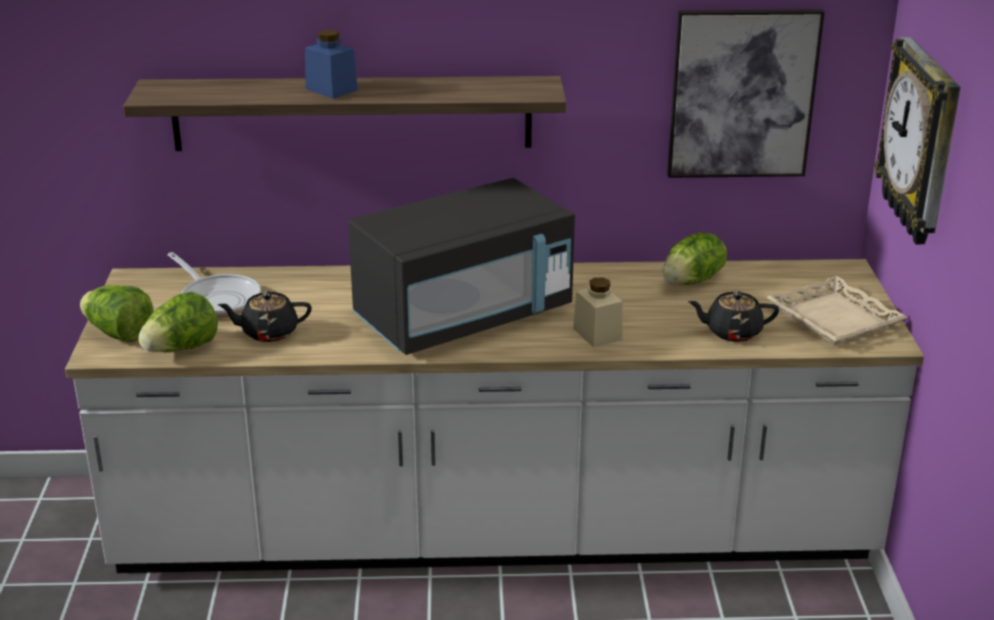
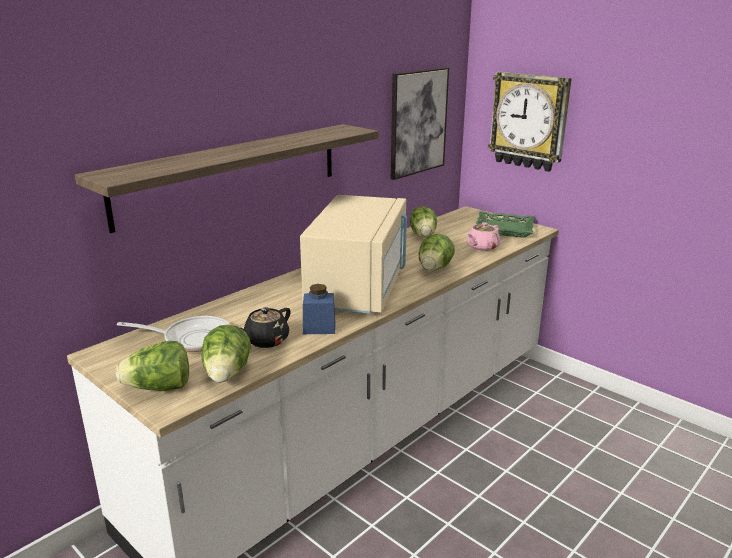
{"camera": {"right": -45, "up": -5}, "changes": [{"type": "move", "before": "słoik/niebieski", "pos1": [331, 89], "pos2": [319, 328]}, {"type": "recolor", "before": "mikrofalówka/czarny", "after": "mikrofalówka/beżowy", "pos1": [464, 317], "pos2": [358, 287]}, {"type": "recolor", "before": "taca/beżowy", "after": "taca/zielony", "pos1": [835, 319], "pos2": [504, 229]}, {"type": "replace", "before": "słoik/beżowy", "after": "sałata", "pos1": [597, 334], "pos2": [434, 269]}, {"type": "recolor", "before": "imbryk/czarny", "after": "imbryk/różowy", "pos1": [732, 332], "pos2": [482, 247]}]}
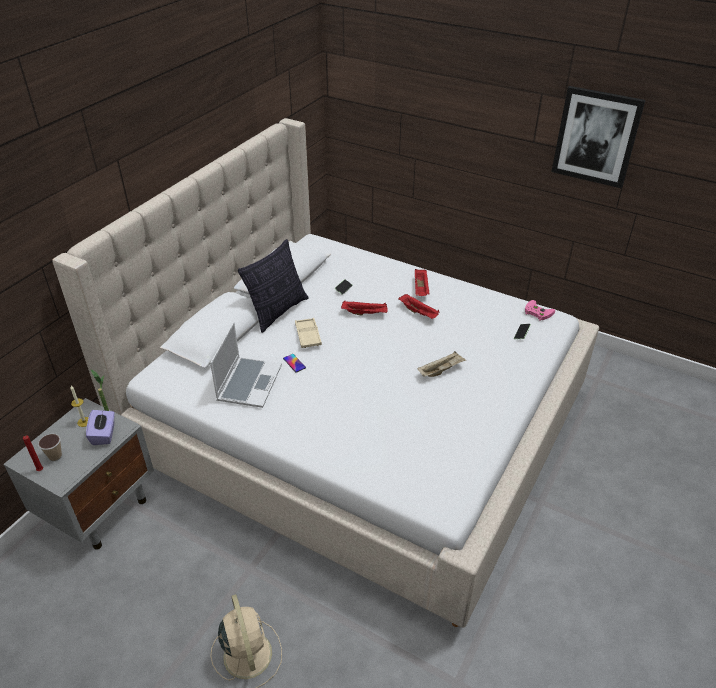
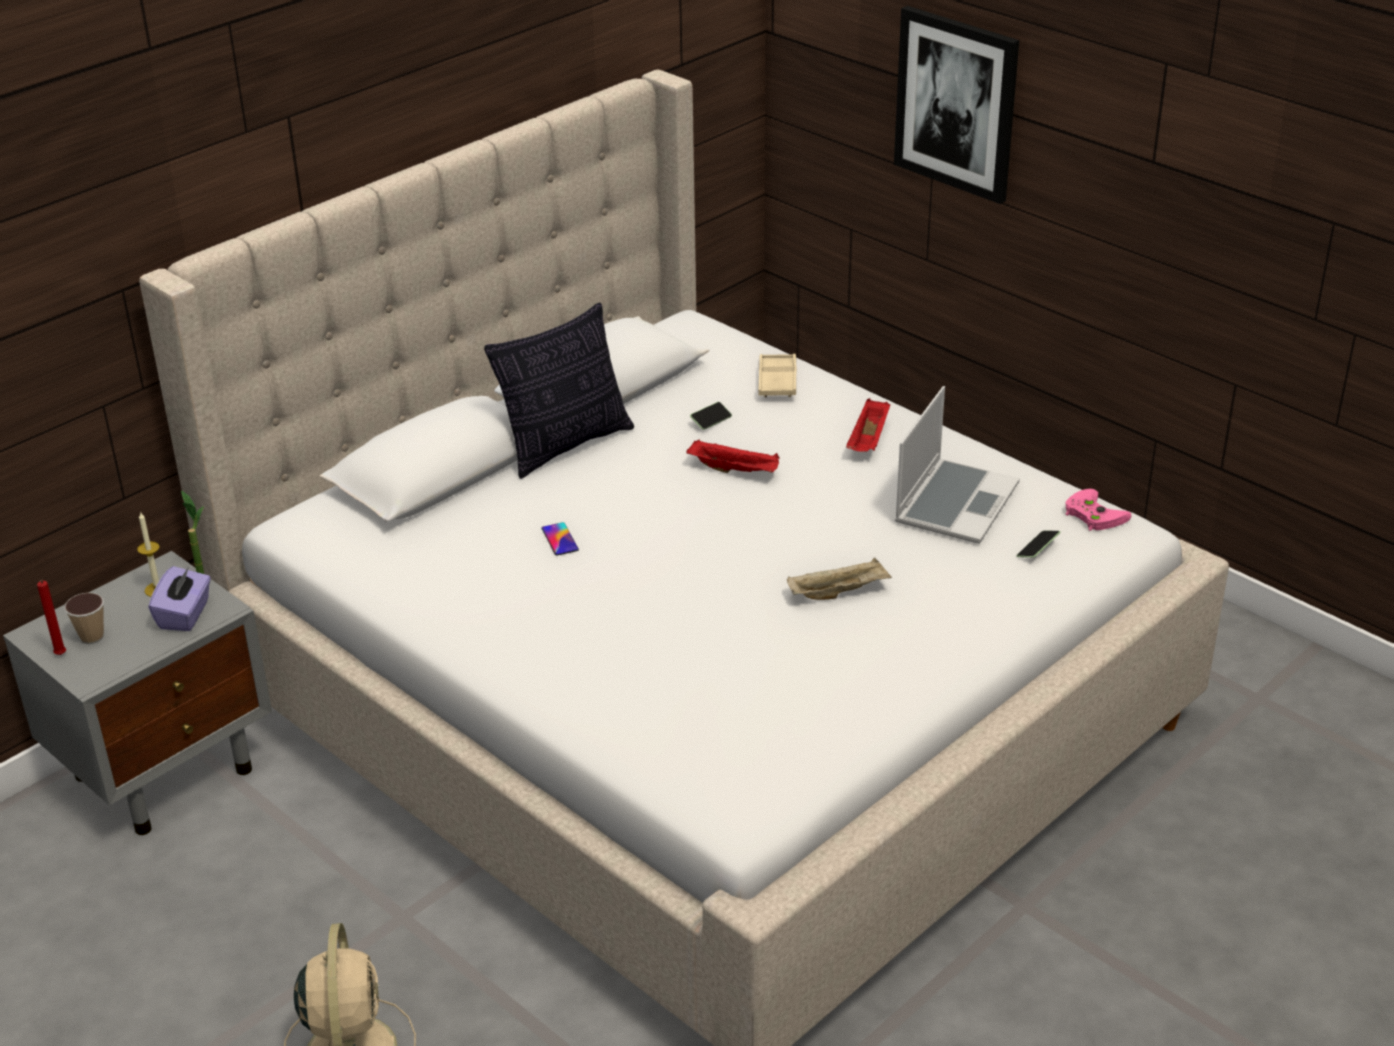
{"camera": {"right": 15, "up": -5}, "changes": [{"type": "move", "before": "obraz", "pos1": [596, 137], "pos2": [956, 103]}, {"type": "delete", "before": "taca/czerwony", "pos1": [419, 313]}, {"type": "move", "before": "taca/beżowy", "pos1": [308, 335], "pos2": [777, 381]}, {"type": "move", "before": "laptop", "pos1": [249, 382], "pos2": [955, 503]}]}
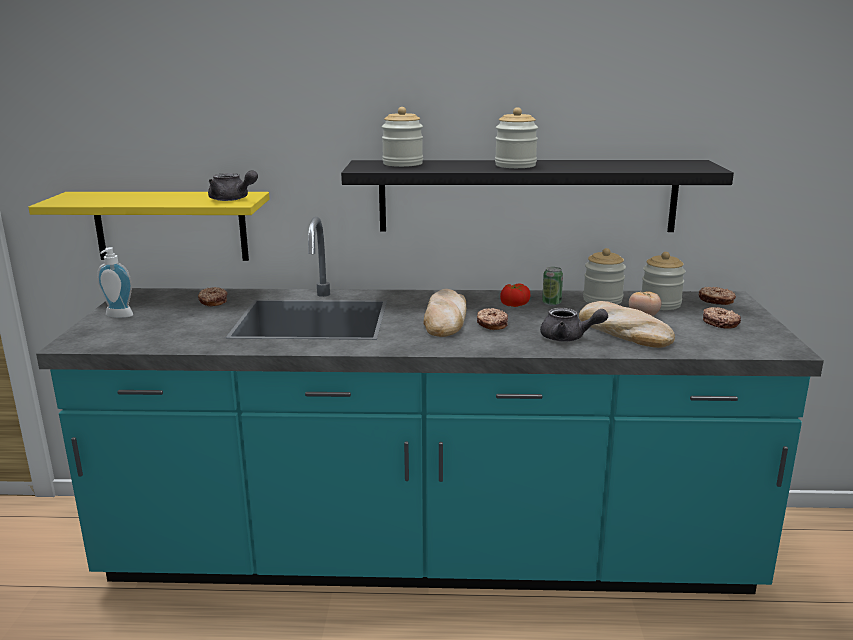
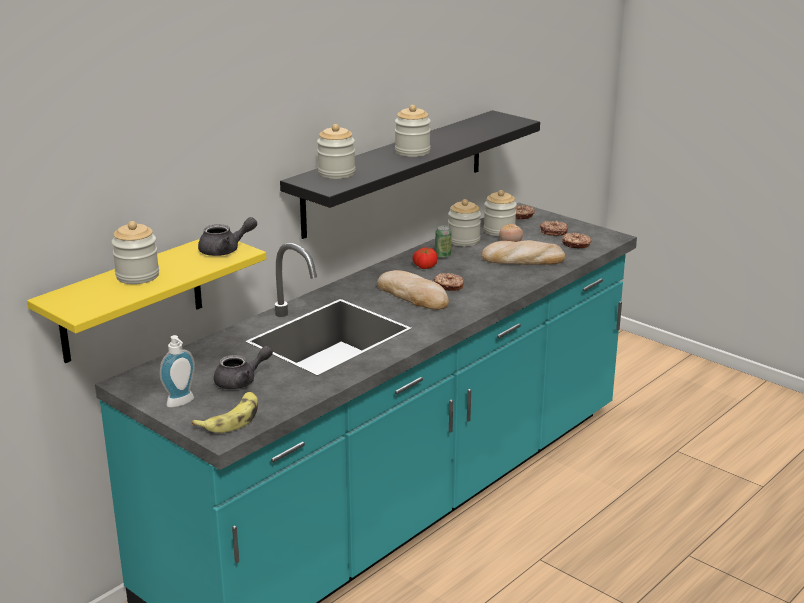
{"camera": {"right": -50, "up": 5}, "changes": [{"type": "move", "before": "donut", "pos1": [212, 302], "pos2": [576, 245]}, {"type": "move", "before": "imbryk/szary", "pos1": [568, 338], "pos2": [241, 381]}, {"type": "insert", "after": "słoik", "pos2": [137, 276]}, {"type": "insert", "after": "banan", "pos2": [231, 419]}]}
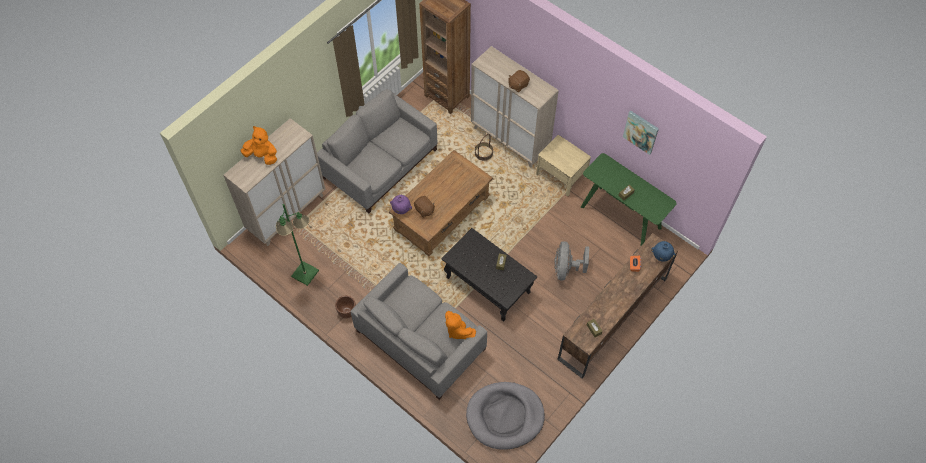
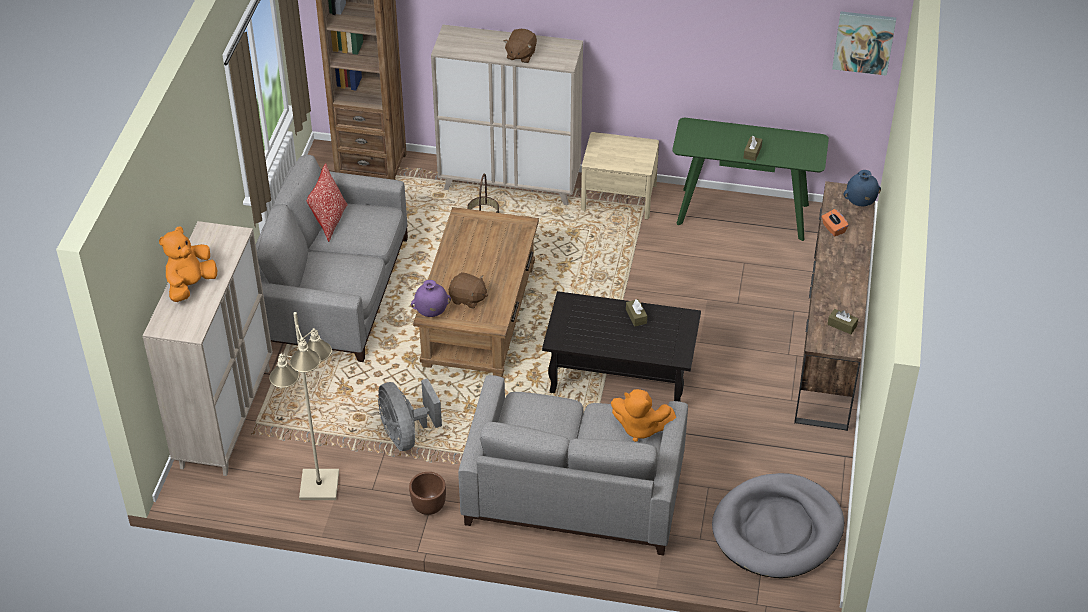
{"camera": {"right": -30, "up": -15}, "changes": [{"type": "move", "before": "obraz", "pos1": [641, 132], "pos2": [863, 42]}, {"type": "rotate", "before": "pluszak/pomarańczowy", "pos1": [262, 156], "pos2": [190, 285], "turn": -45}, {"type": "recolor", "before": "lampa stojąca/zielony", "after": "lampa stojąca/beżowy", "pos1": [304, 273], "pos2": [318, 486]}, {"type": "move", "before": "wentylator/szary", "pos1": [566, 269], "pos2": [406, 434]}, {"type": "insert", "after": "poduszka", "pos2": [330, 222]}]}
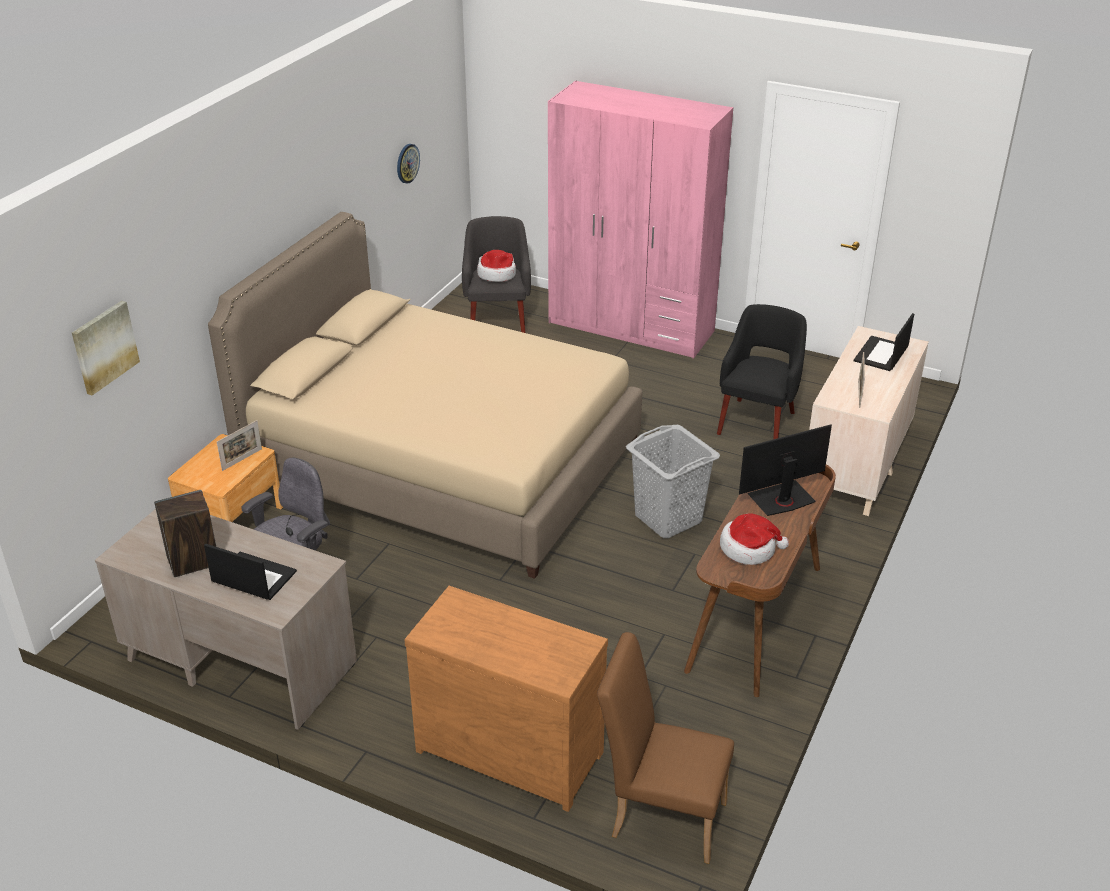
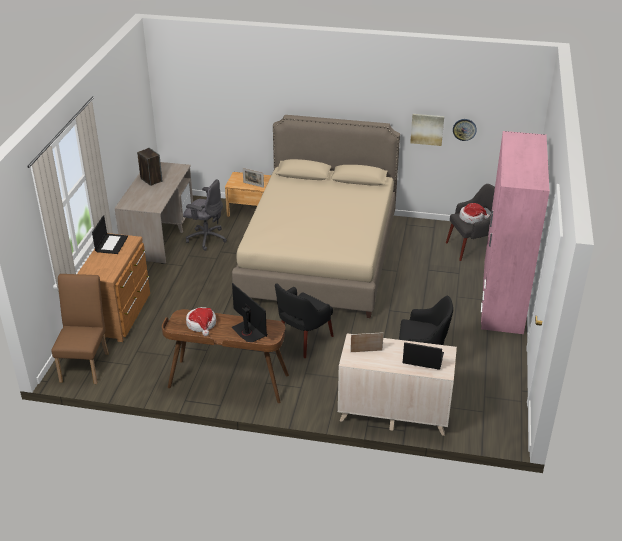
{"camera": {"right": 75, "up": 0}, "changes": [{"type": "move", "before": "obraz", "pos1": [104, 347], "pos2": [427, 129]}, {"type": "replace", "before": "kosz na pranie/szary", "after": "fotel/czarny", "pos1": [668, 519], "pos2": [303, 339]}, {"type": "move", "before": "laptop", "pos1": [252, 577], "pos2": [111, 244]}]}
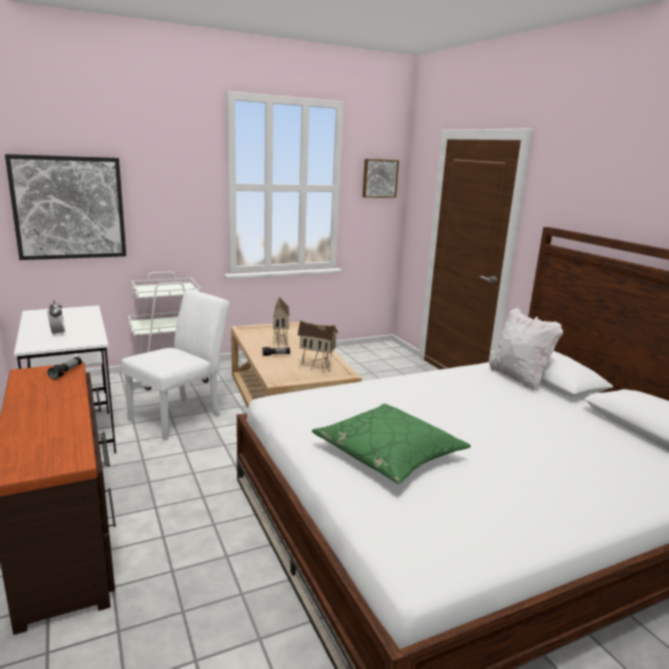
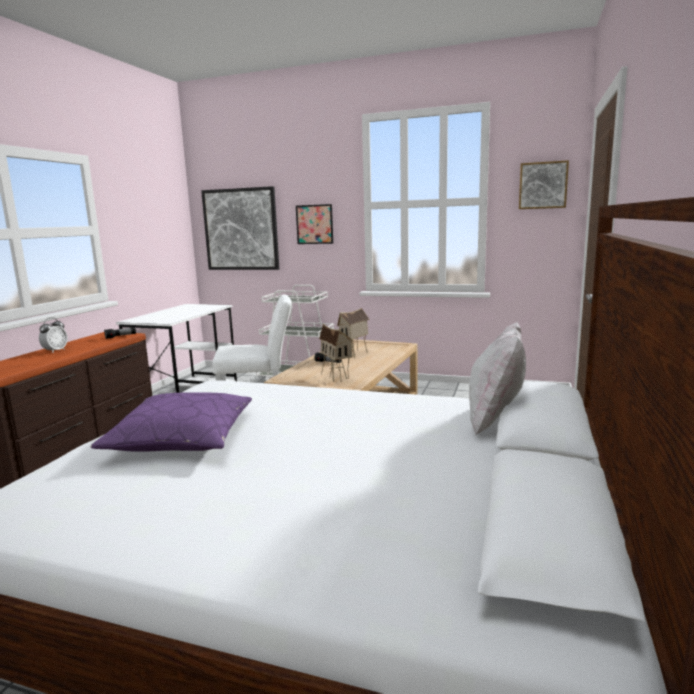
{"camera": {"right": 45, "up": -5}, "changes": [{"type": "move", "before": "budzik", "pos1": [58, 334], "pos2": [55, 351]}, {"type": "recolor", "before": "poduszka/zielony", "after": "poduszka/fioletowy", "pos1": [389, 453], "pos2": [182, 438]}, {"type": "insert", "after": "obraz", "pos2": [314, 224]}]}
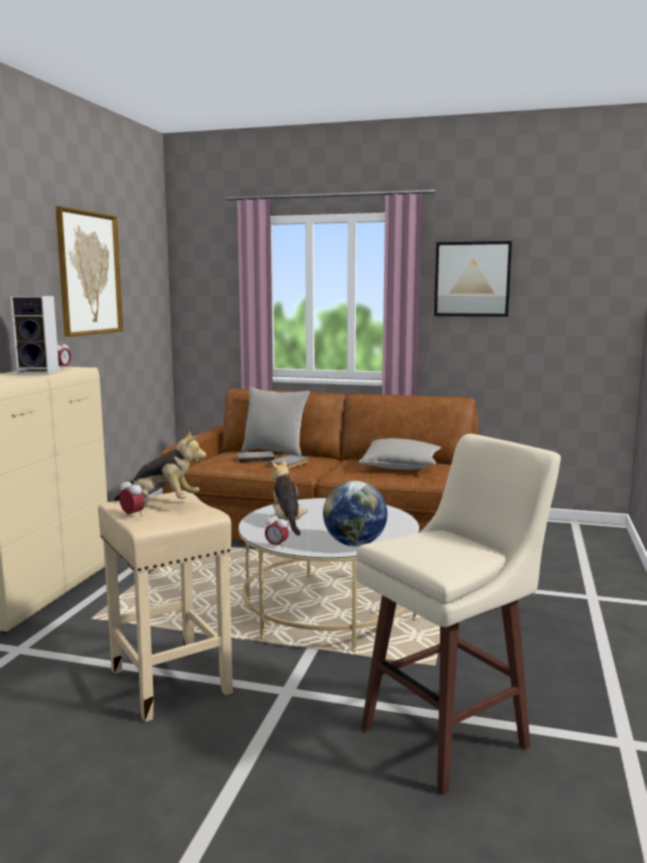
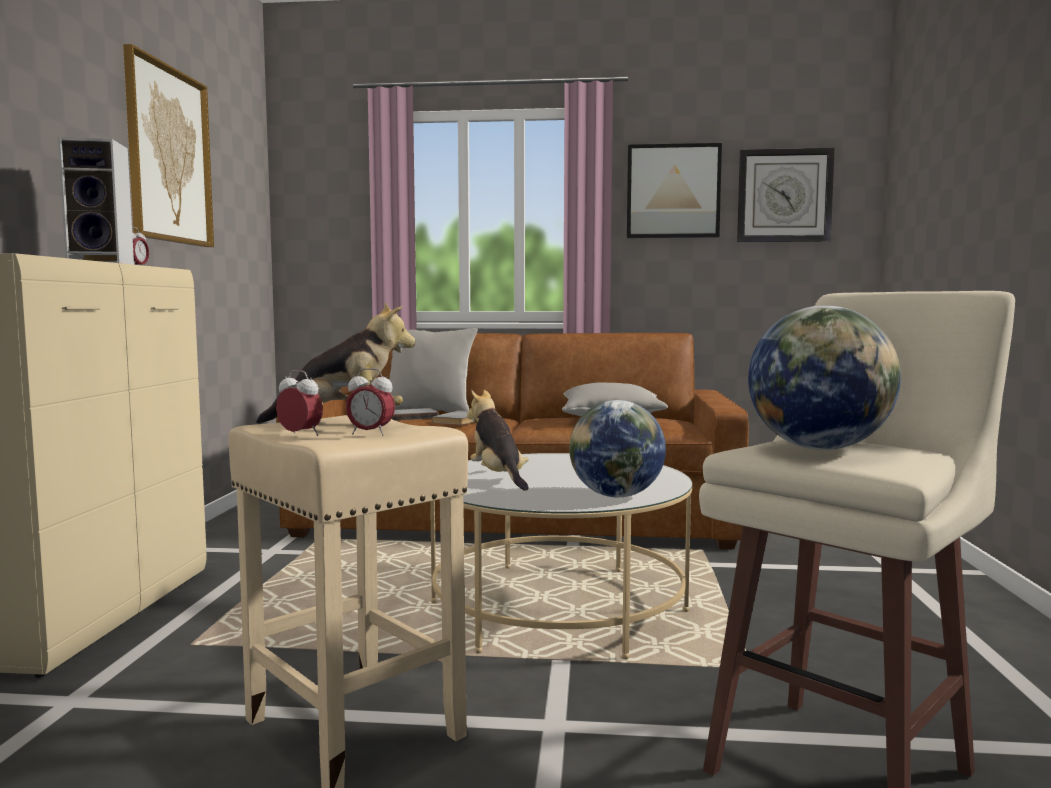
{"camera": {"right": -10, "up": -5}, "changes": [{"type": "move", "before": "budzik", "pos1": [276, 546], "pos2": [370, 434]}, {"type": "insert", "after": "zegar ścienny", "pos2": [784, 196]}, {"type": "insert", "after": "globus", "pos2": [819, 448]}]}
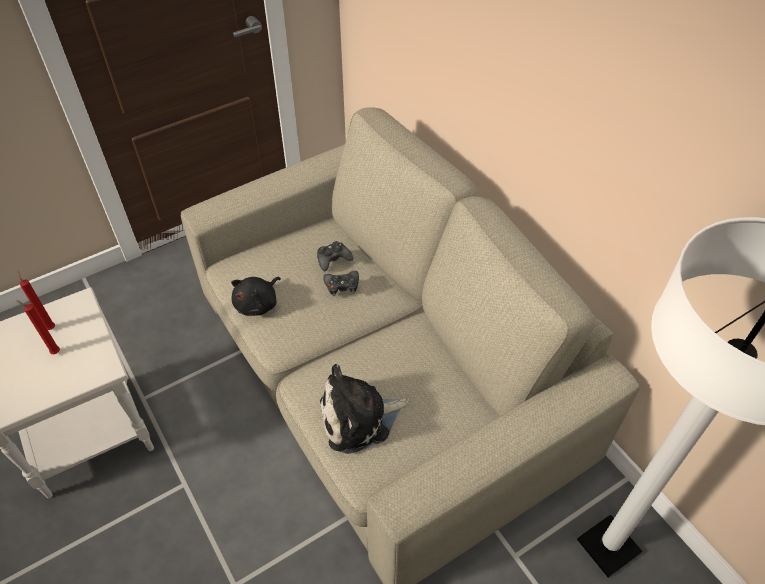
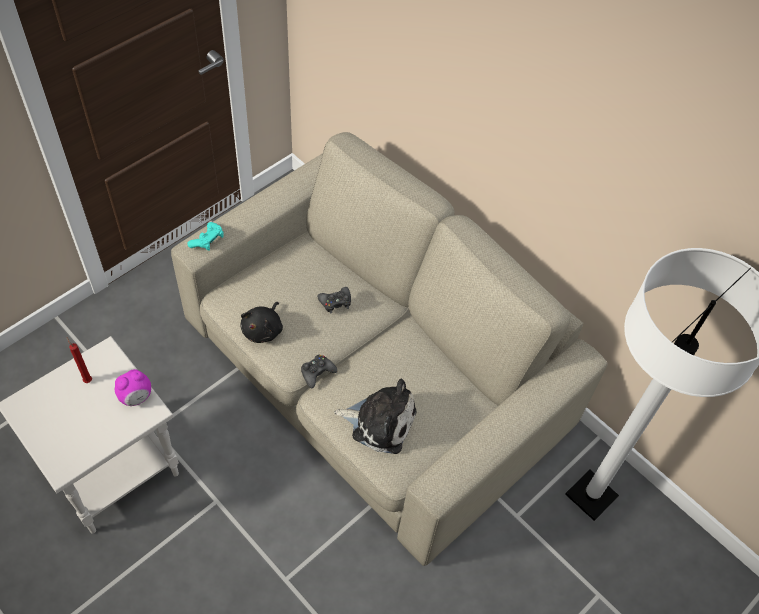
{"camera": {"right": -15, "up": 5}, "changes": [{"type": "move", "before": "pad do gier/czarny", "pos1": [333, 259], "pos2": [317, 372]}, {"type": "delete", "before": "świeca/czerwony", "pos1": [54, 352]}, {"type": "rotate", "before": "pluszak", "pos1": [359, 418], "pos2": [379, 421], "turn": -135}, {"type": "insert", "after": "pad do gier/turkusowy", "pos2": [207, 241]}, {"type": "insert", "after": "budzik", "pos2": [136, 397]}]}
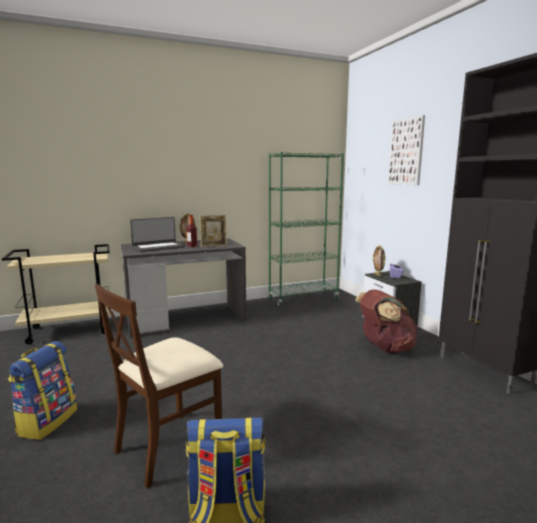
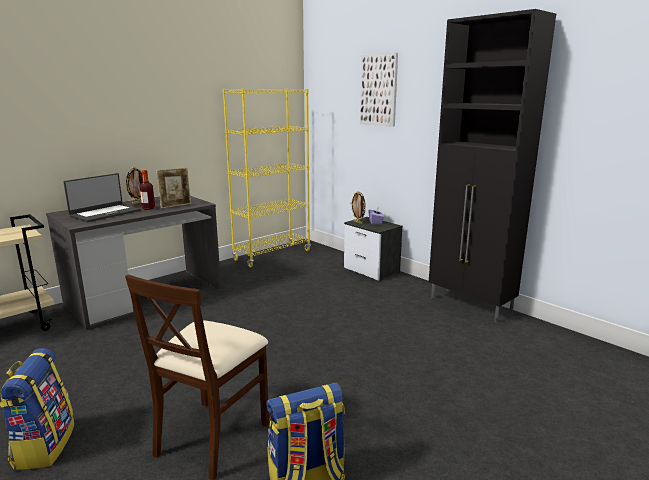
{"camera": {"right": -20, "up": 5}, "changes": [{"type": "recolor", "before": "regał/zielony", "after": "regał/żółty", "pos1": [303, 299], "pos2": [272, 255]}, {"type": "delete", "before": "plecak/brązowy", "pos1": [385, 348]}]}
